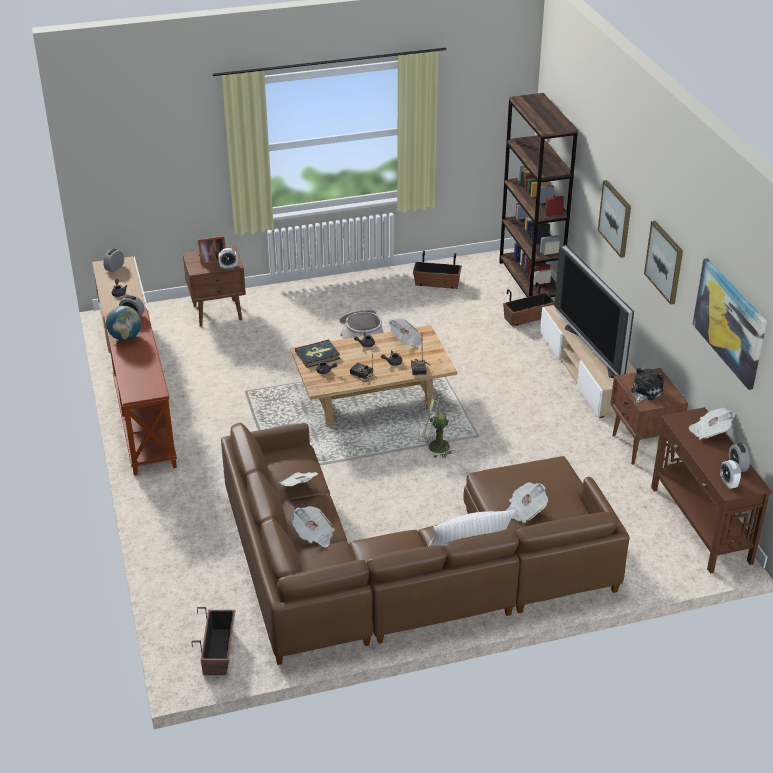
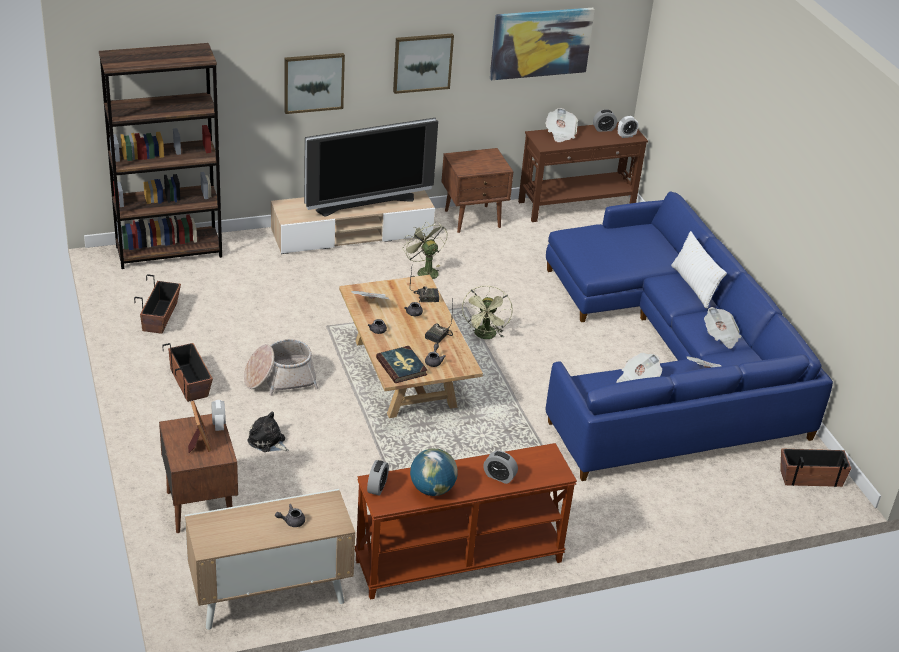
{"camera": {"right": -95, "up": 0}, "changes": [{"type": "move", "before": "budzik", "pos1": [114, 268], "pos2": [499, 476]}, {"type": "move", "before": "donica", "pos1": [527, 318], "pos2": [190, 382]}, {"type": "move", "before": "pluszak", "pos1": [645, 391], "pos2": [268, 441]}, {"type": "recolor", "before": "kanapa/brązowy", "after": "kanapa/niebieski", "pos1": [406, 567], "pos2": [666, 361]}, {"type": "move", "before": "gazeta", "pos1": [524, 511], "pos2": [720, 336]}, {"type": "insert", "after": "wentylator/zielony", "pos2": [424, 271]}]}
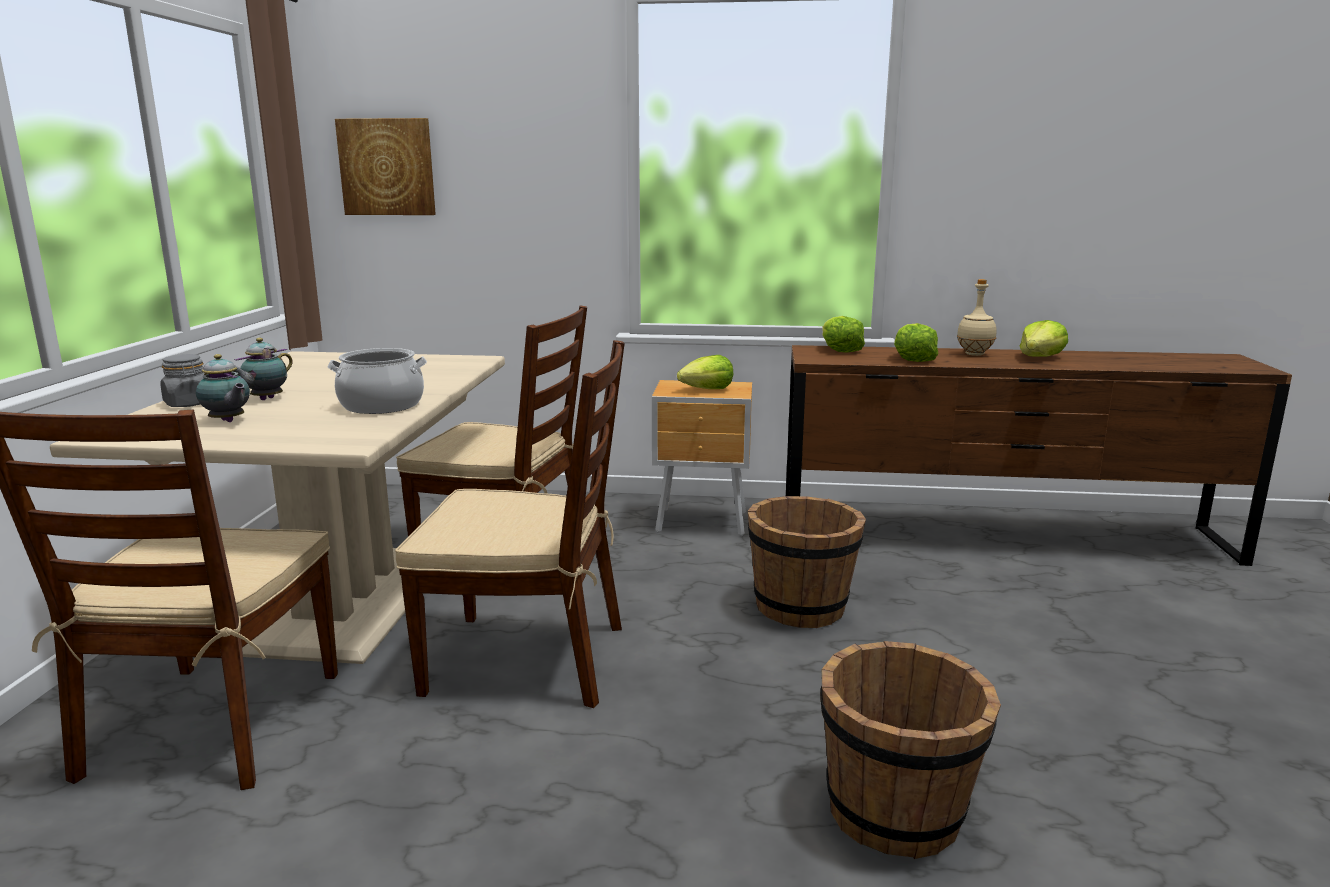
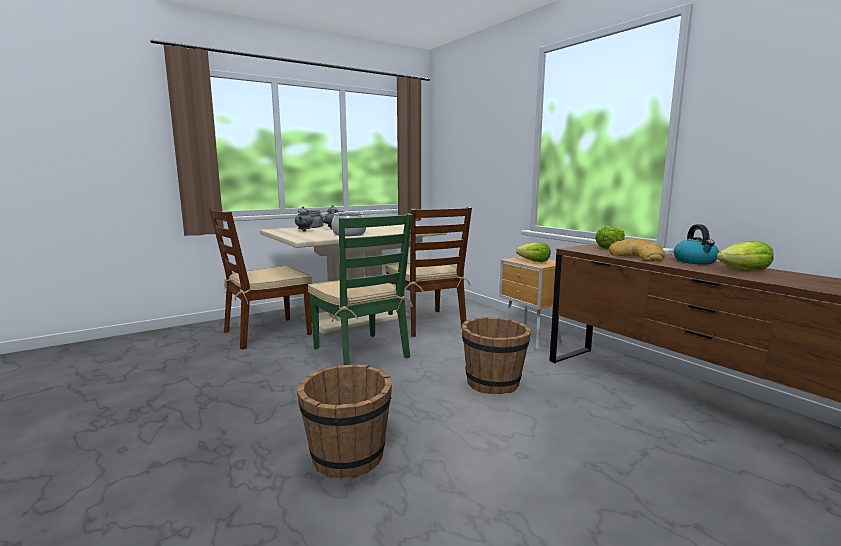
{"camera": {"right": 50, "up": -5}, "changes": [{"type": "delete", "before": "obraz", "pos1": [387, 167]}, {"type": "replace", "before": "butelka/beżowy", "after": "czajnik", "pos1": [974, 354], "pos2": [695, 261]}, {"type": "replace", "before": "sałata", "after": "chleb", "pos1": [913, 359], "pos2": [636, 257]}, {"type": "recolor", "before": "krzesło/brązowy", "after": "krzesło/zielony", "pos1": [528, 659], "pos2": [361, 352]}]}
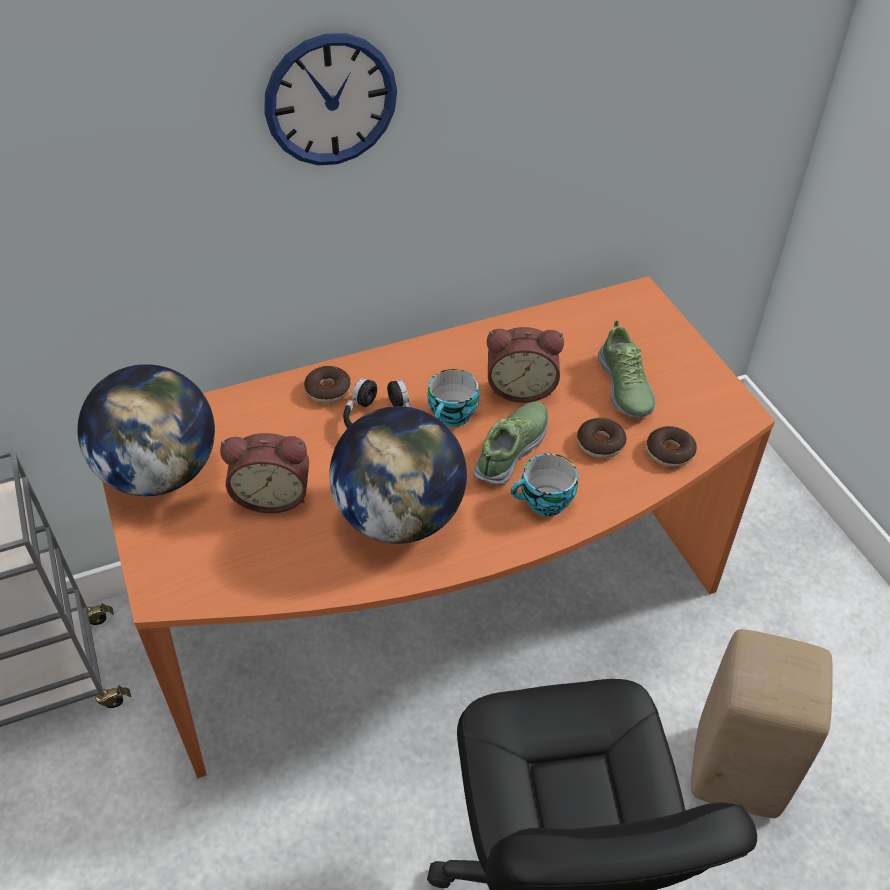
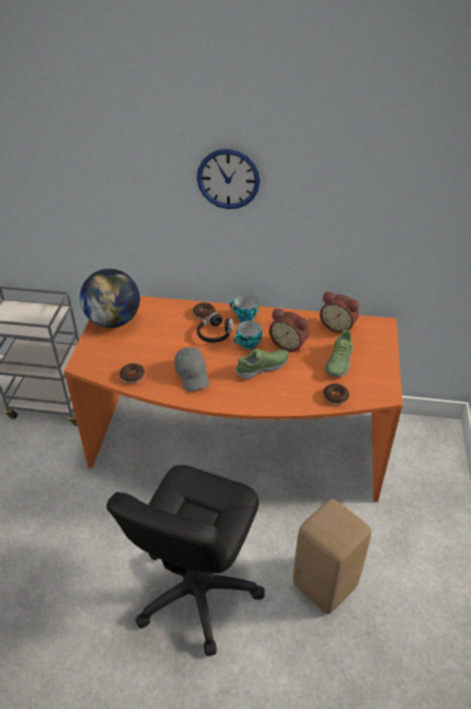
{"camera": {"right": 30, "up": -5}, "changes": [{"type": "replace", "before": "globus", "after": "czapka z daszkiem/szary", "pos1": [400, 517], "pos2": [192, 374]}, {"type": "move", "before": "donut", "pos1": [600, 443], "pos2": [132, 376]}, {"type": "move", "before": "budzik", "pos1": [273, 495], "pos2": [338, 326]}, {"type": "move", "before": "filiżanka", "pos1": [544, 503], "pos2": [244, 317]}]}
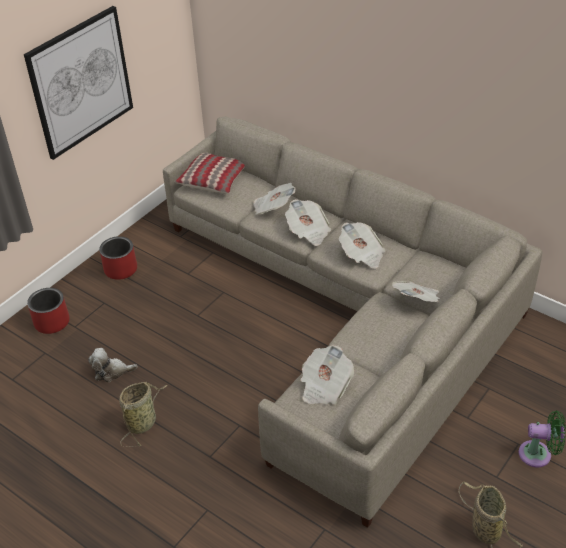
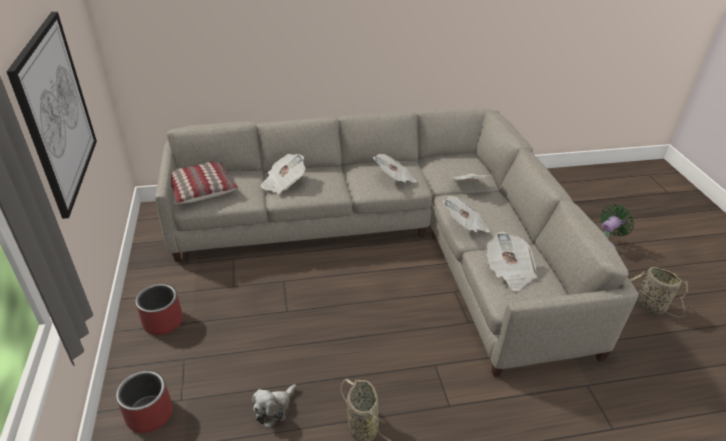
{"camera": {"right": -50, "up": -5}, "changes": [{"type": "move", "before": "gazeta", "pos1": [308, 232], "pos2": [464, 225]}]}
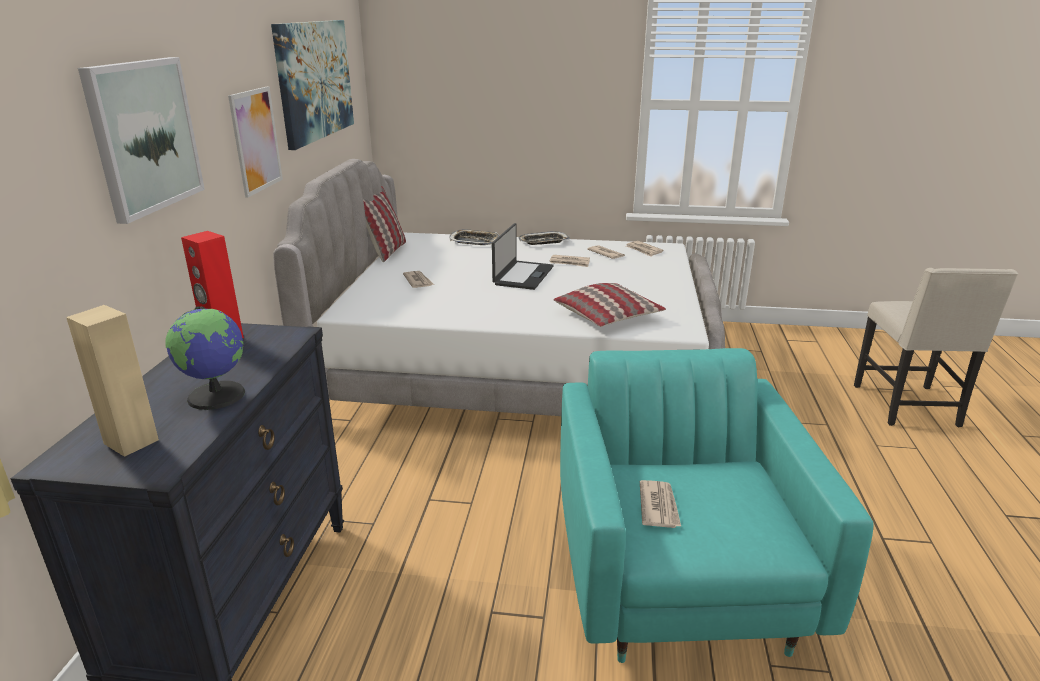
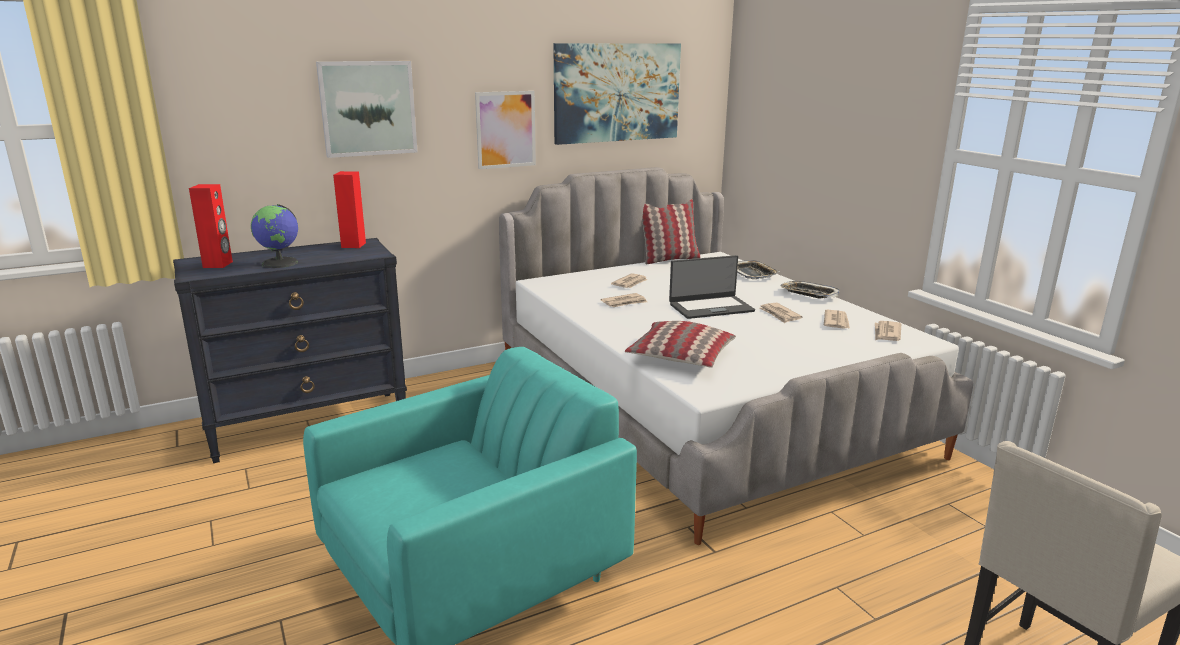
{"camera": {"right": 55, "up": -5}, "changes": [{"type": "recolor", "before": "głośnik/beżowy", "after": "głośnik/czerwony", "pos1": [132, 441], "pos2": [218, 264]}, {"type": "move", "before": "gazeta", "pos1": [659, 506], "pos2": [624, 302]}]}
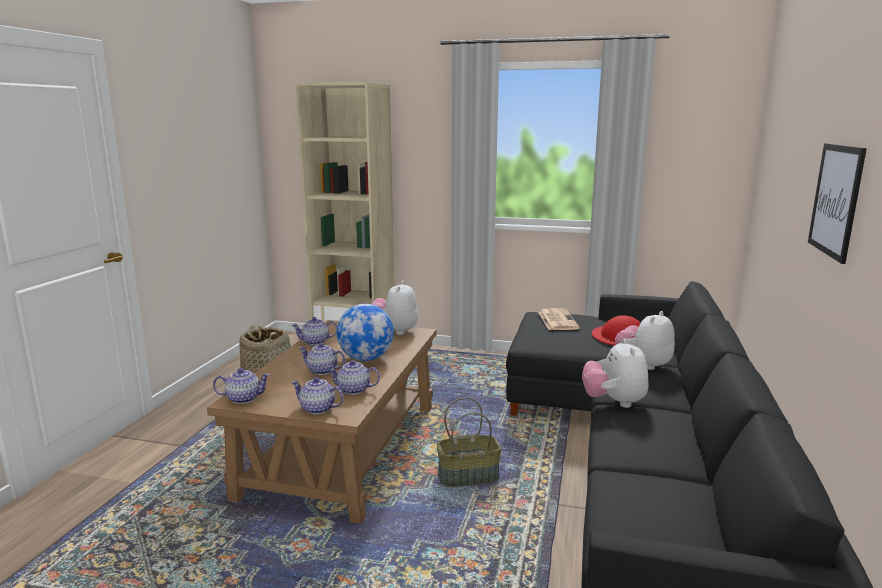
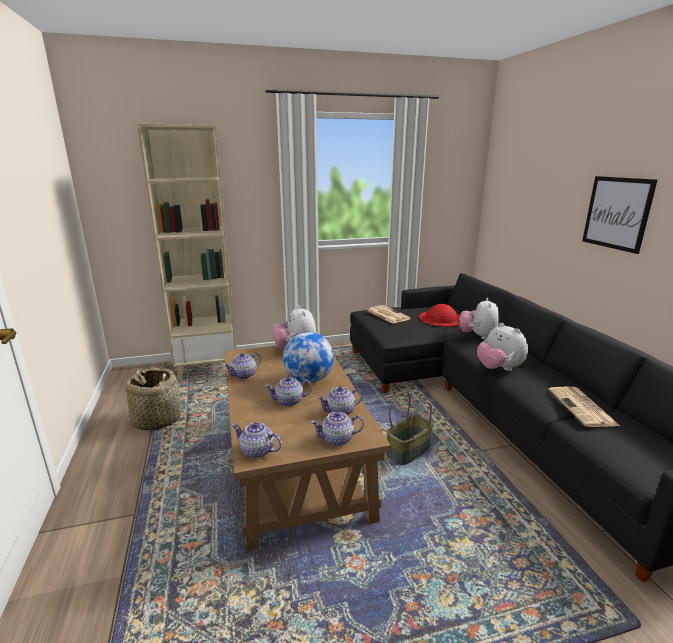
{"camera": {"right": -30, "up": 5}, "changes": [{"type": "rotate", "before": "imbryk", "pos1": [243, 398], "pos2": [257, 451], "turn": -120}, {"type": "insert", "after": "gazeta", "pos2": [583, 408]}]}
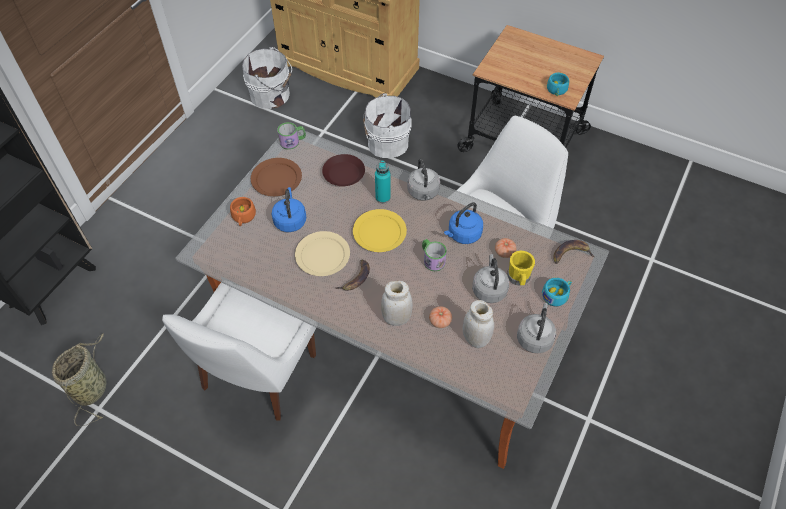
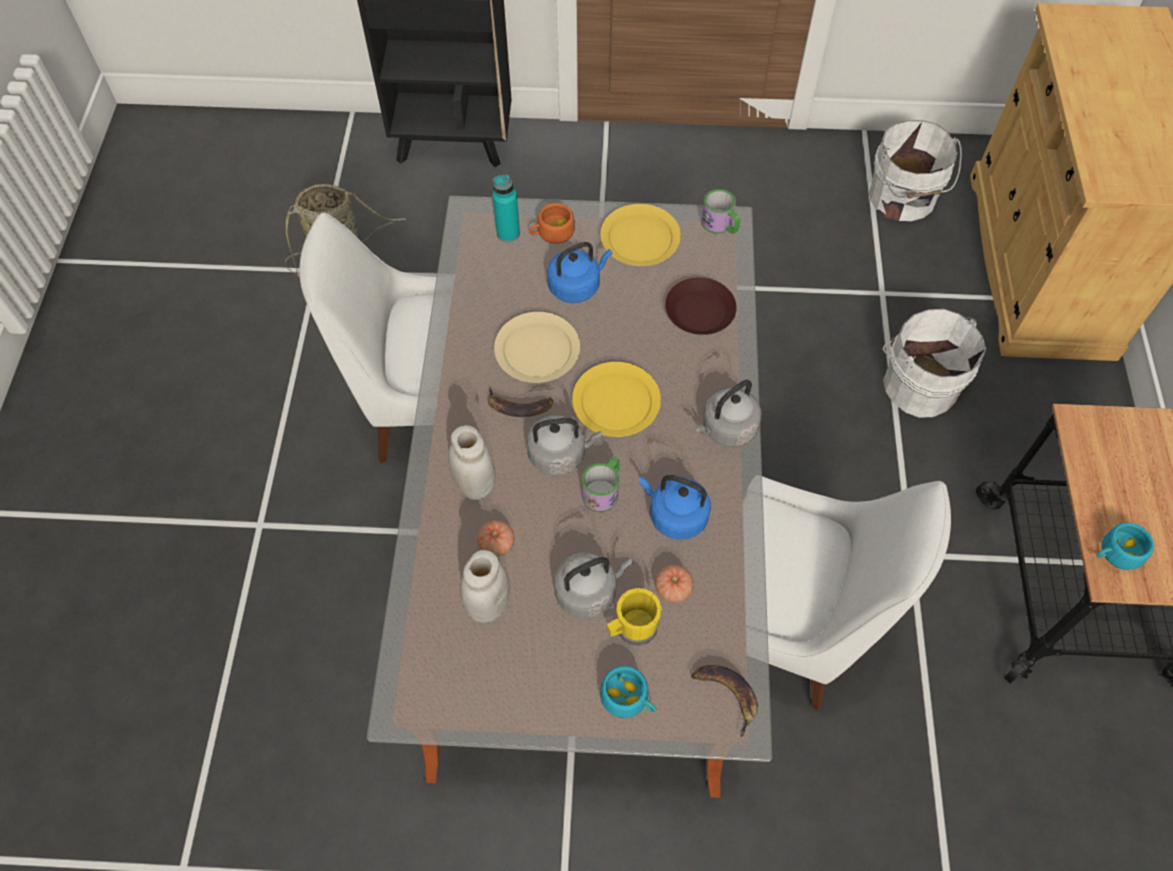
{"camera": {"right": 65, "up": 5}, "changes": [{"type": "recolor", "before": "talerz/brązowy", "after": "talerz/żółty", "pos1": [276, 178], "pos2": [640, 237]}, {"type": "move", "before": "butelka/turkusowy", "pos1": [383, 197], "pos2": [508, 233]}, {"type": "move", "before": "czajnik/szary", "pos1": [535, 337], "pos2": [560, 454]}]}
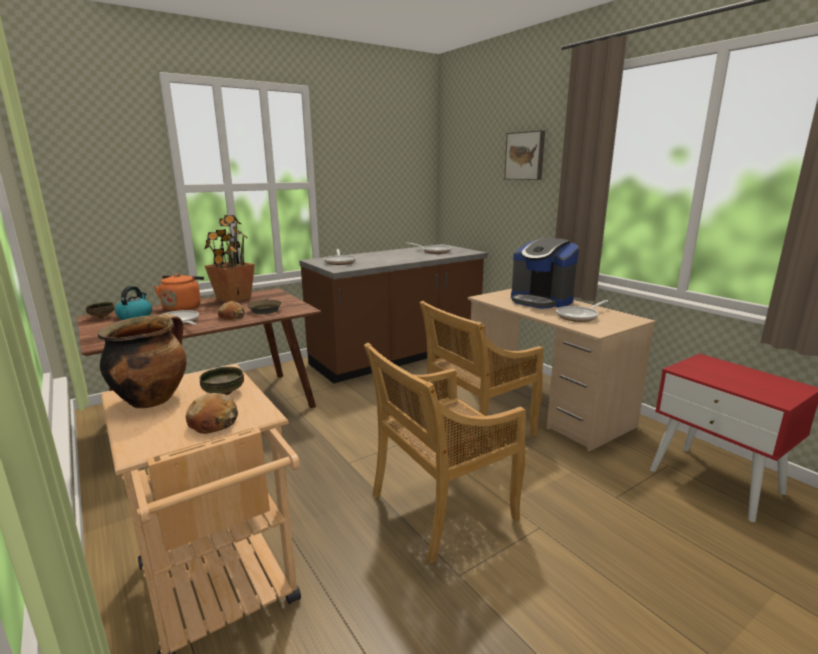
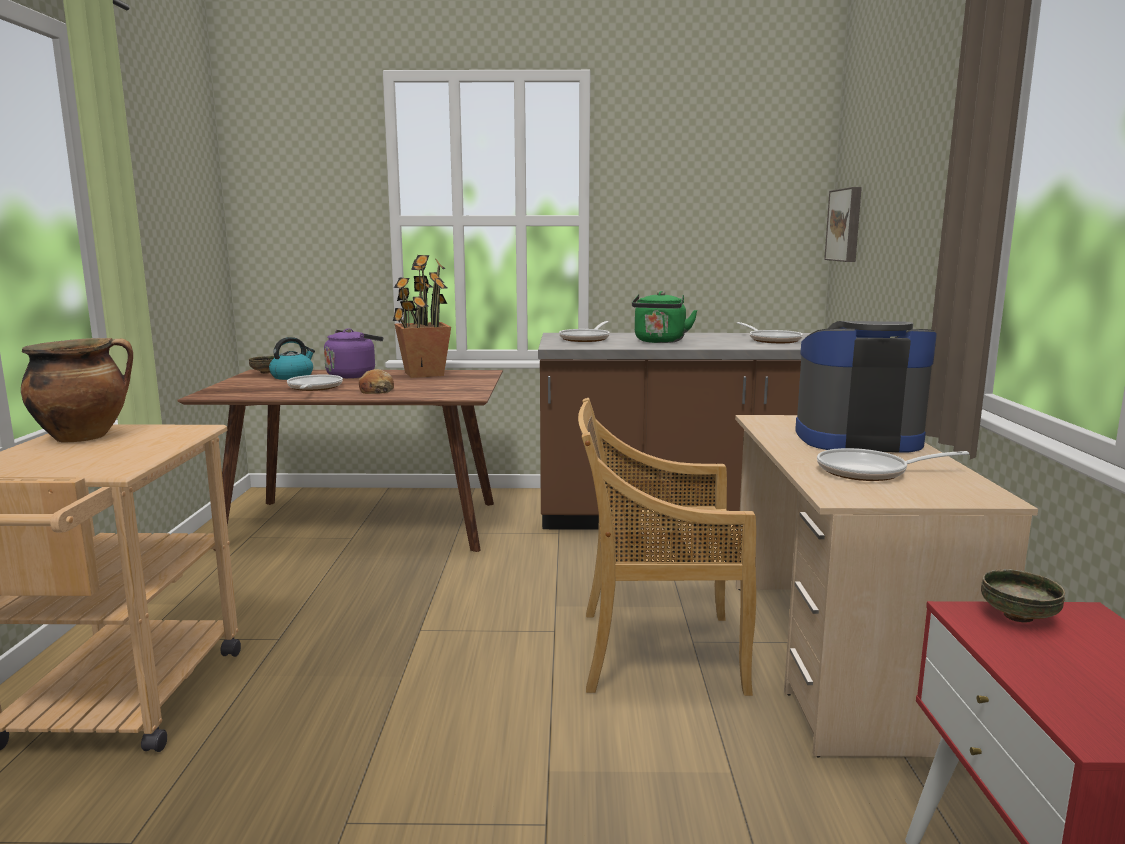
{"camera": {"right": 35, "up": -5}, "changes": [{"type": "move", "before": "obraz", "pos1": [525, 156], "pos2": [846, 225]}, {"type": "rotate", "before": "ekspres do kawy", "pos1": [541, 301], "pos2": [856, 439], "turn": 105}, {"type": "recolor", "before": "czajnik/pomarańczowy", "after": "czajnik/fioletowy", "pos1": [183, 307], "pos2": [353, 375]}, {"type": "delete", "before": "patelnia/brązowy", "pos1": [265, 310]}, {"type": "delete", "before": "krzesło/beżowy", "pos1": [441, 508]}, {"type": "move", "before": "miska", "pos1": [223, 393], "pos2": [1017, 616]}, {"type": "delete", "before": "chleb", "pos1": [213, 422]}, {"type": "insert", "after": "czajnik/zielony", "pos2": [659, 341]}]}
